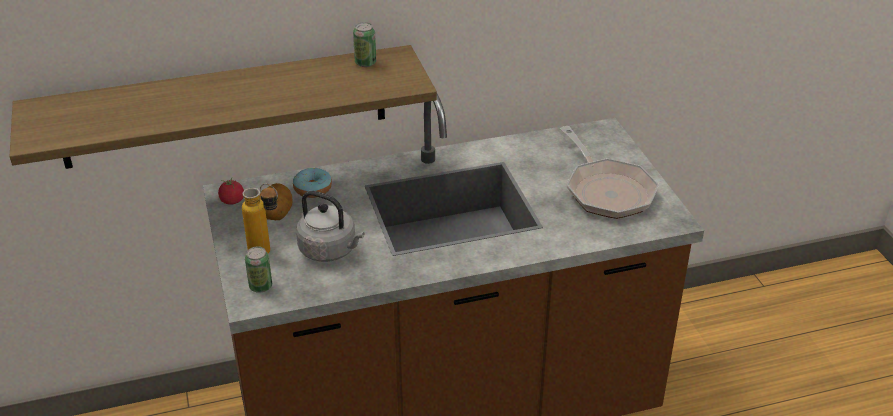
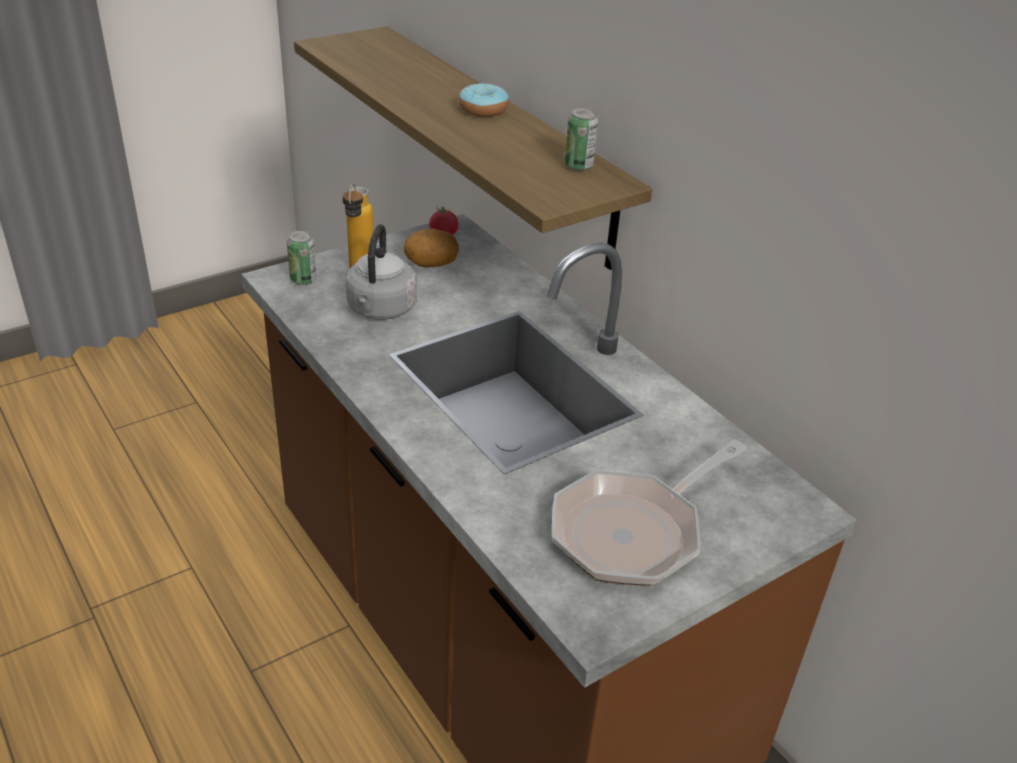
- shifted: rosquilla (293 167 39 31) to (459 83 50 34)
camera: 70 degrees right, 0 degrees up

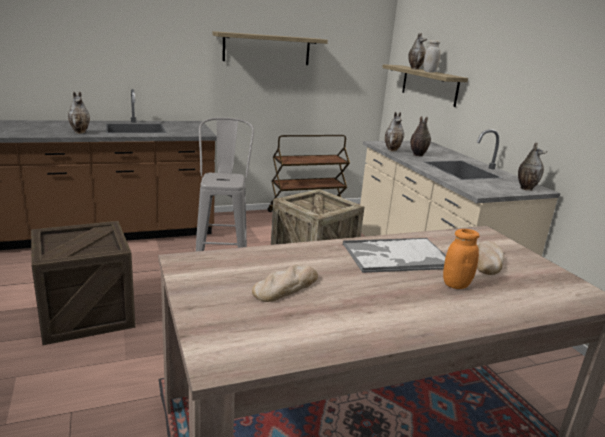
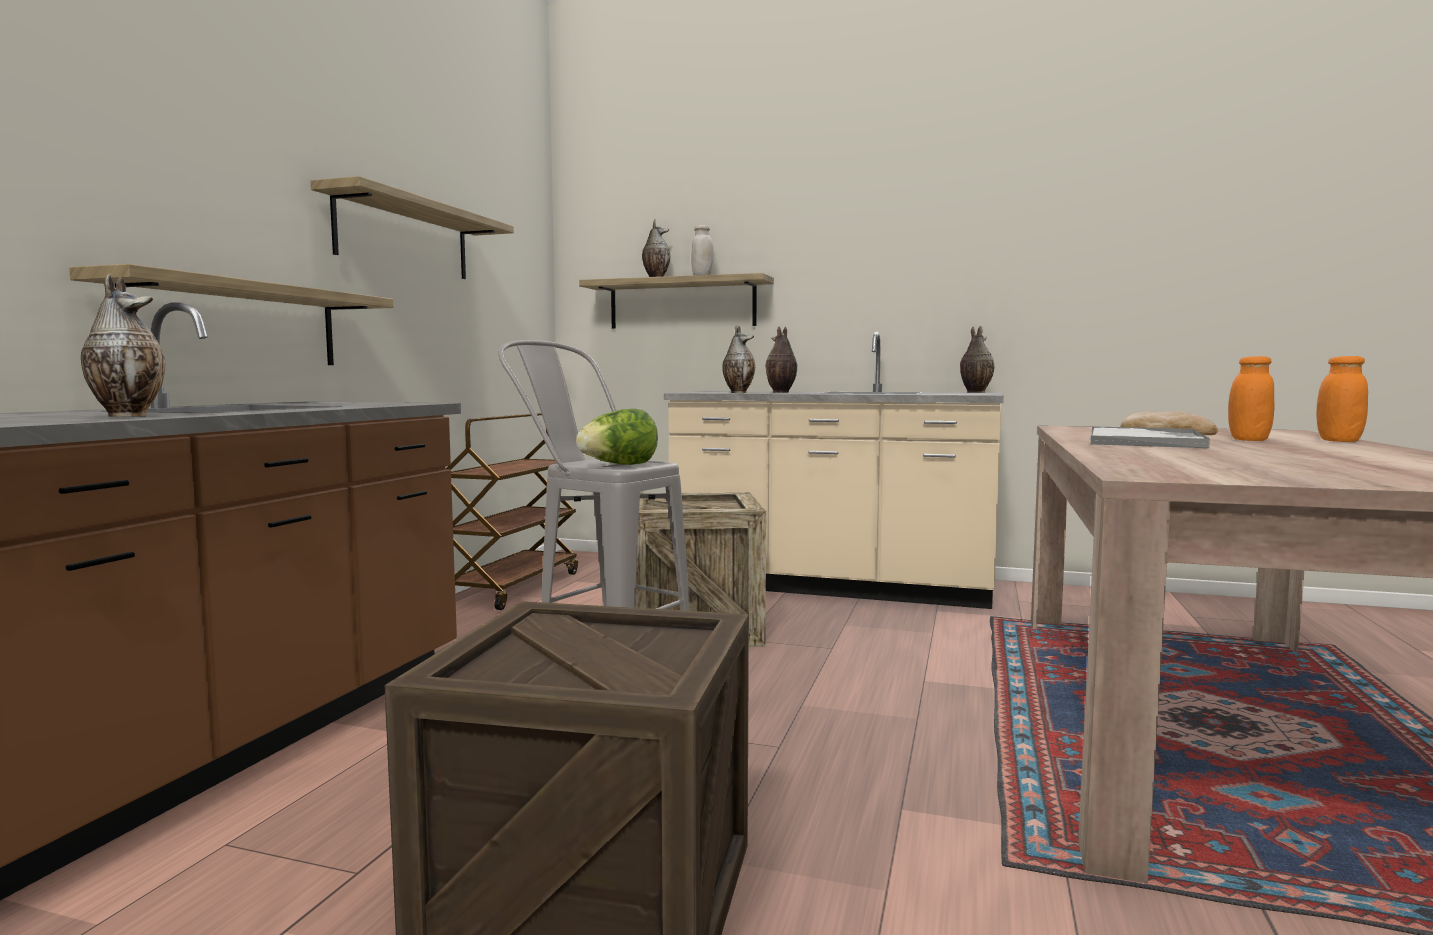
- gone: pan (252 265 66 37)
- new: estante (69 264 325 101)
- new: lechuga (576 409 82 56)
- new: tarro (naranja) (1317 356 51 86)
camera: 50 degrees left, 15 degrees down

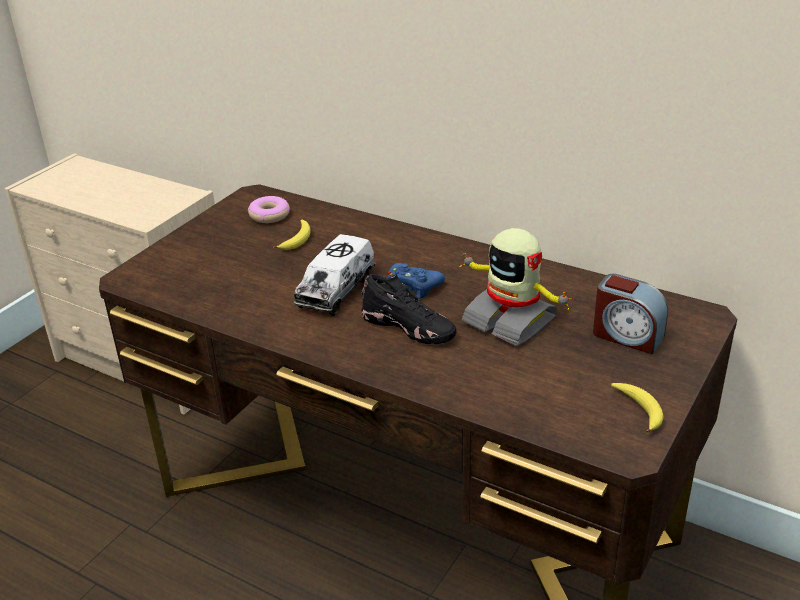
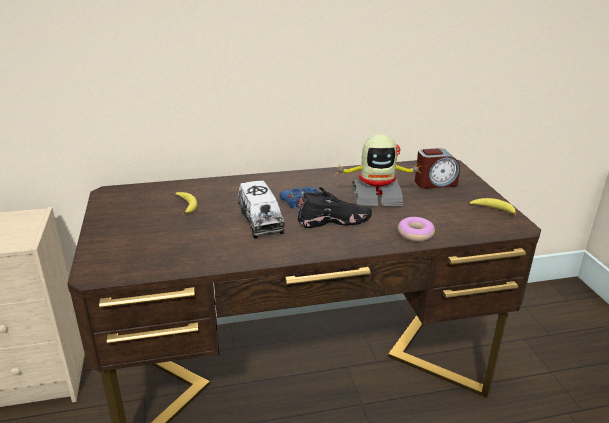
- shifted: rosquilla (248 196 42 27) to (398 217 37 25)
camera: 45 degrees left, 5 degrees down

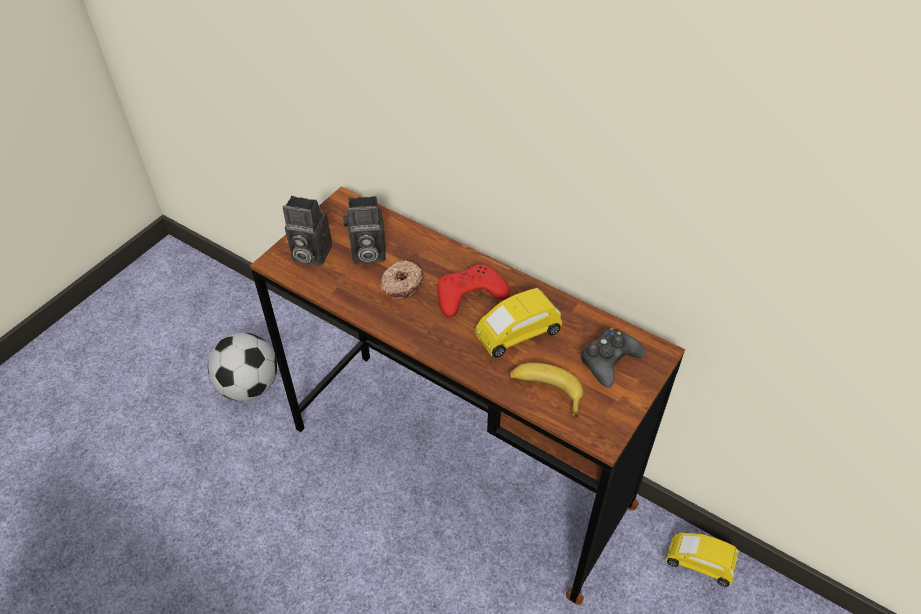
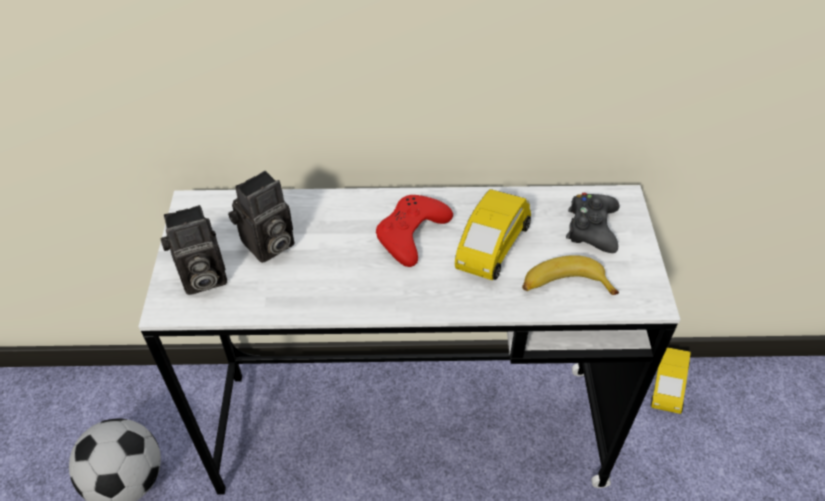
- repainted: escritorio (marrón) (250 187 435 418) to escritorio (blanco) (138 185 543 310)
- gone: rosquilla (379 259 45 41)
- rotated: coche de juguete (amarillo) (666 533 73 54) = (651 347 40 67) 60 degrees counterclockwise
camera: 35 degrees left, 0 degrees up

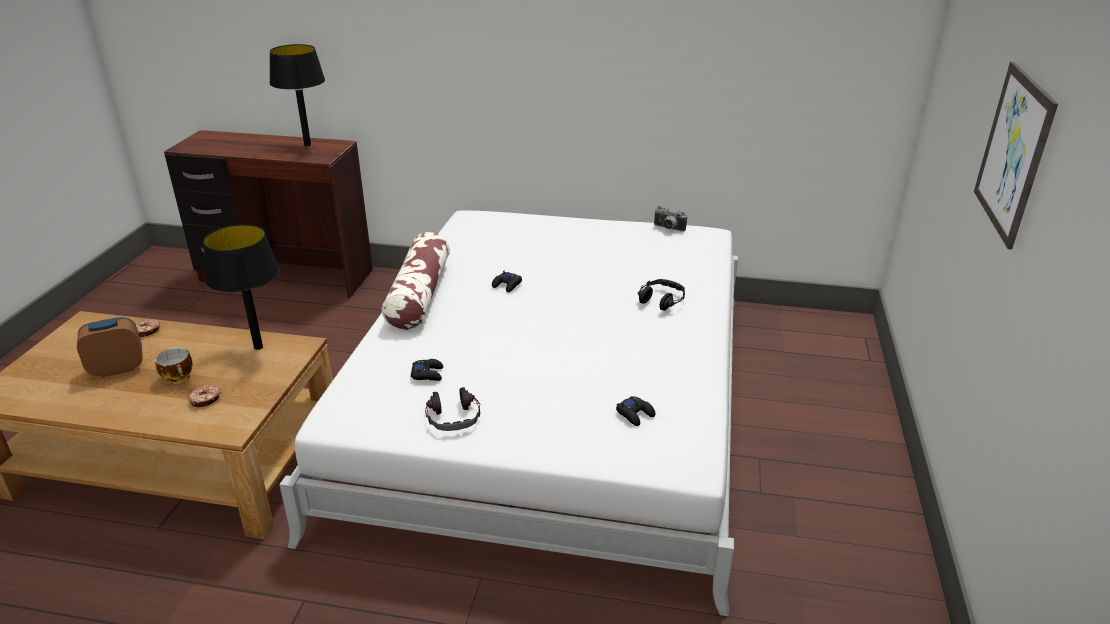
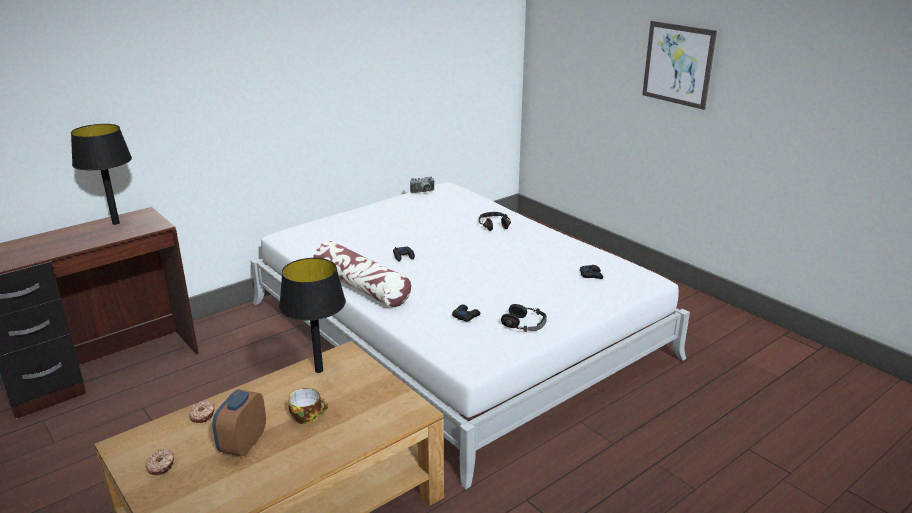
- shifted: rosquilla (188 385 33 22) to (145 449 29 26)
camera: 50 degrees left, 5 degrees down

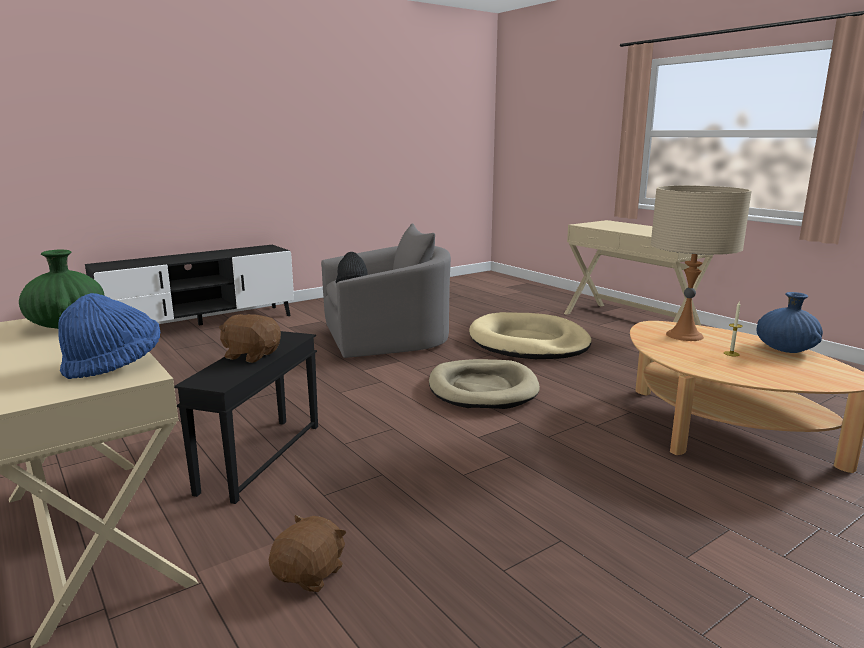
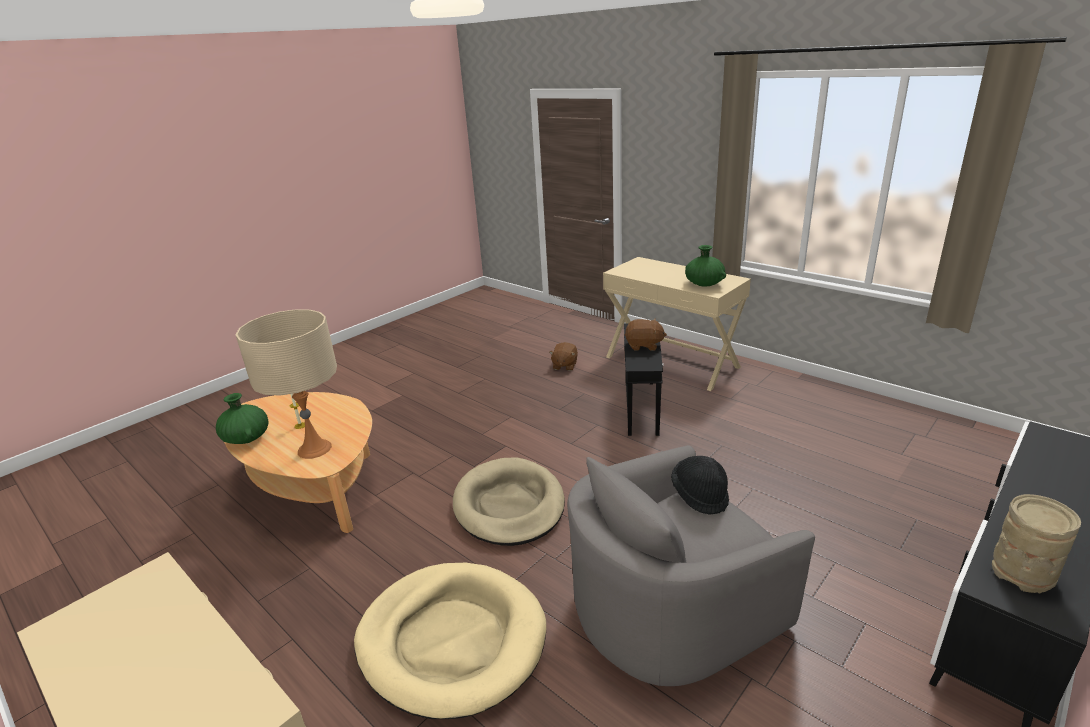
- gone: sombrero (azul) (58 293 103 86)
- repainted: florero (azul) (756 292 67 61) to florero (verde) (216 393 52 51)
- new: florero (beis) (992 494 89 99)
camera: 170 degrees right, 10 degrees up

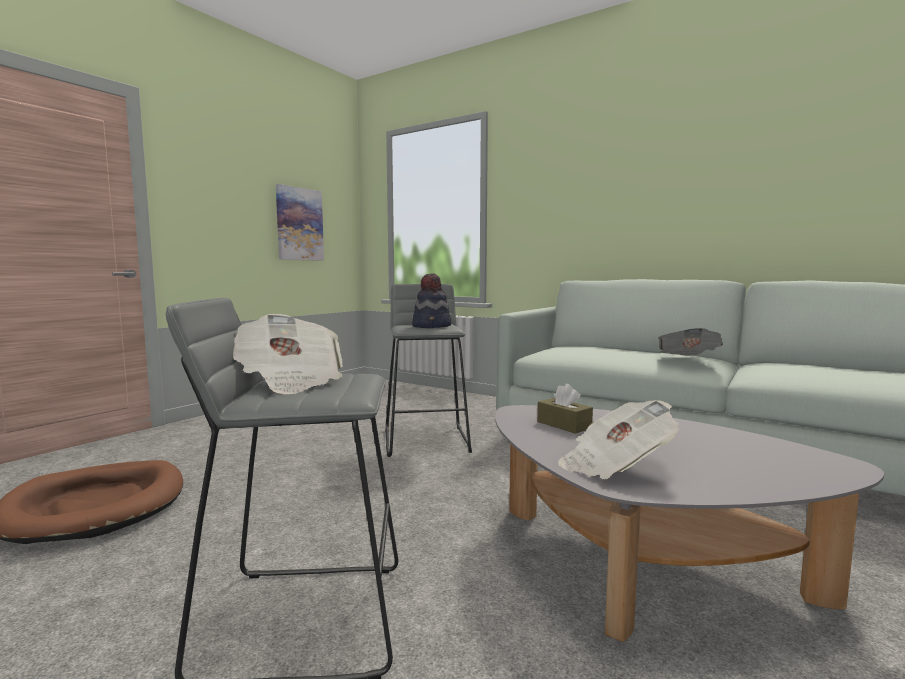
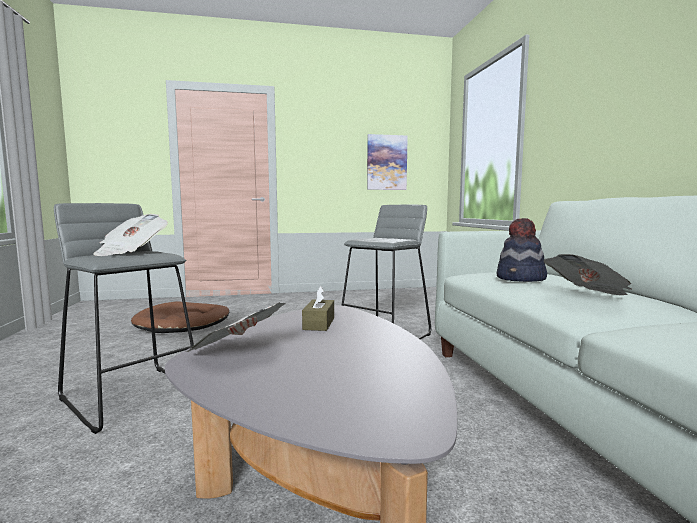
- shifted: sombrero (412 274 39 54) to (496 218 51 64)
camera: 45 degrees right, 0 degrees up

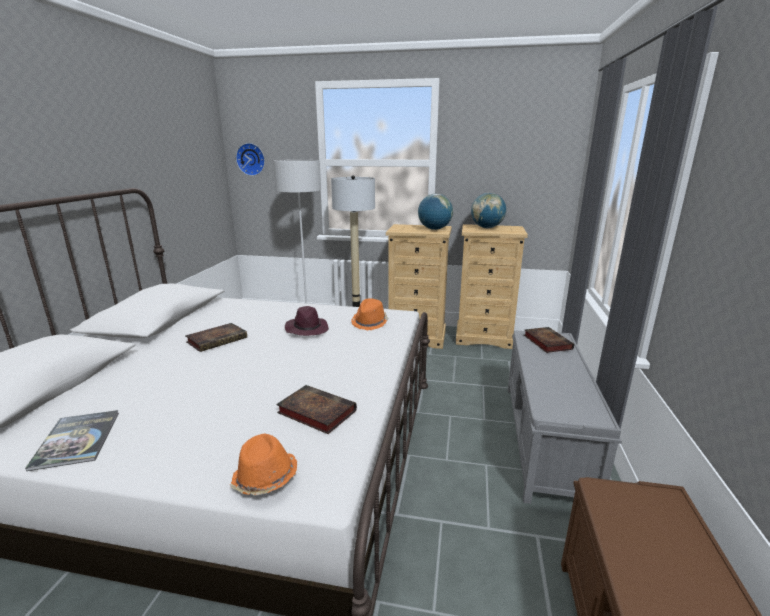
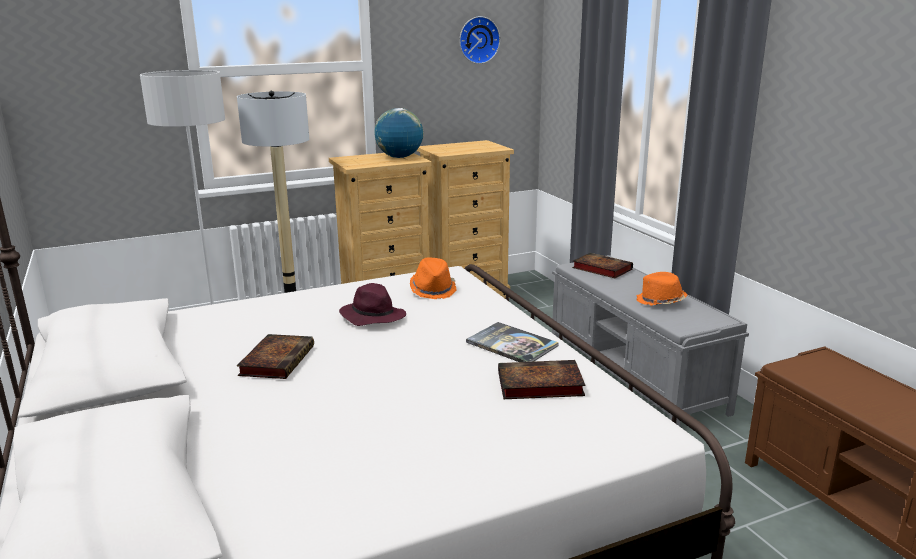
- shifted: libro (25 410 94 61) to (466 322 93 40)
- shifted: sombrero (naranja) (230 434 67 62) to (636 272 51 34)
- shifted: reloj de pared (236 143 29 33) to (459 16 41 48)
- gone: globo terráqueo (471 193 35 35)
camera: 35 degrees left, 0 degrees up

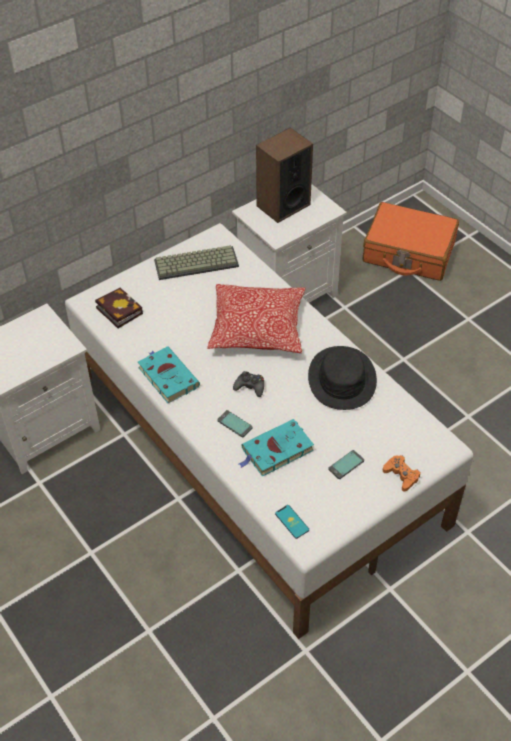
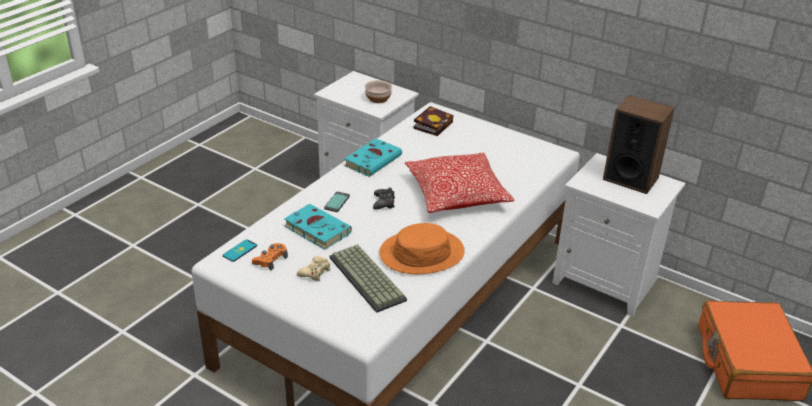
- shifted: teclado (154 245 85 35) to (329 244 78 69)
- repainted: sombrero (negro) (308 346 69 64) to sombrero (naranja) (379 223 86 51)
- swapped: móvil (328 450 36 29) to mando de consola (beis) (297 256 34 25)
- shifted: mando de consola (naranja) (383 455 37 36) to (252 243 36 27)
- new: cuenco (364 80 28 23)
camera: 70 degrees right, 15 degrees down

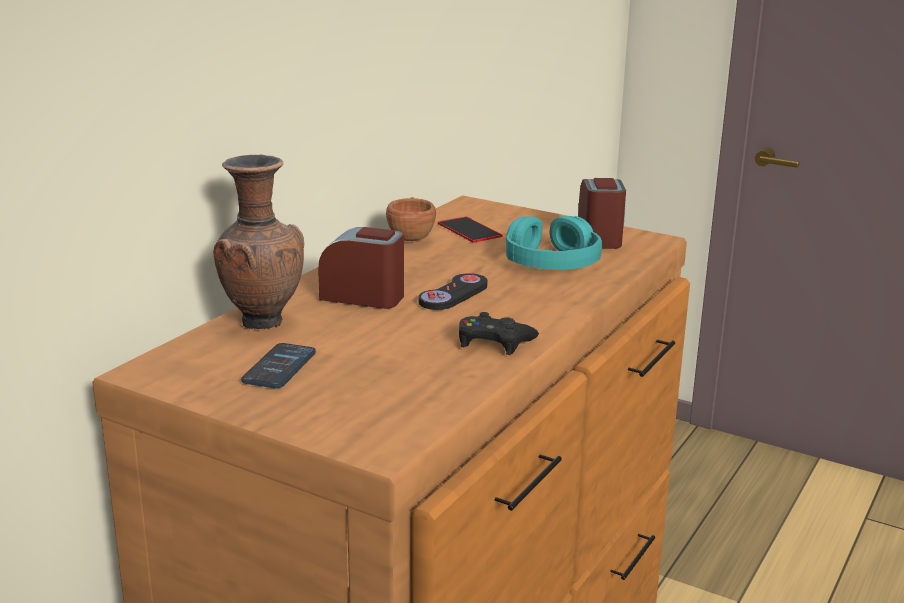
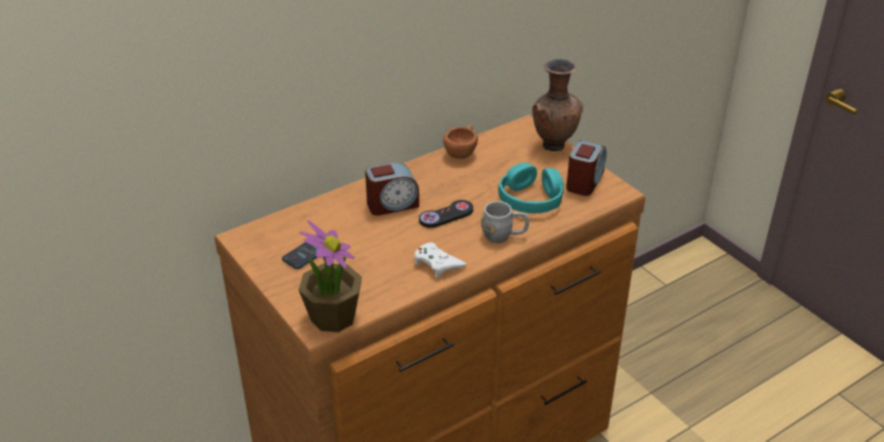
- shifted: florero (marrón) (213 154 91 175) to (532 59 51 92)
- rotated: despertador (318 227 86 82) = (365 162 54 54) 120 degrees clockwise
- gone: móvil (438 216 65 27)
- repainted: mando de consola (negro) (459 312 80 43) to mando de consola (blanco) (414 243 52 35)
- new: planta en maceta (298 220 64 112)
- new: taza grande (gris) (481 201 48 42)
camera: 25 degrees right, 15 degrees up

